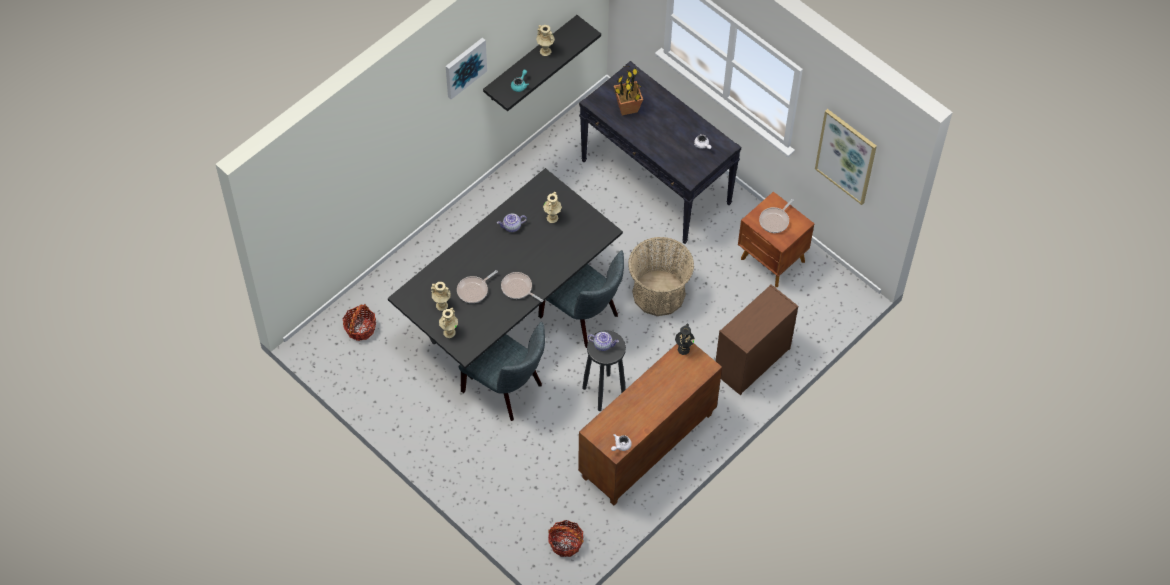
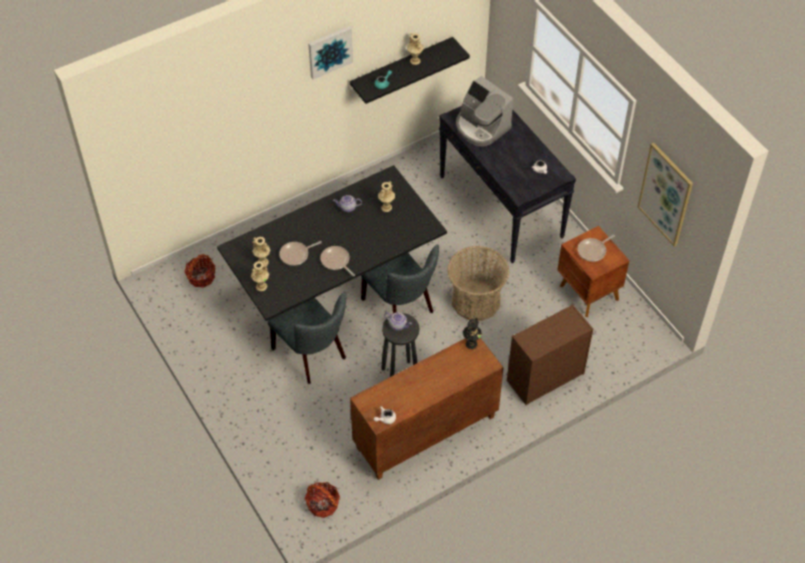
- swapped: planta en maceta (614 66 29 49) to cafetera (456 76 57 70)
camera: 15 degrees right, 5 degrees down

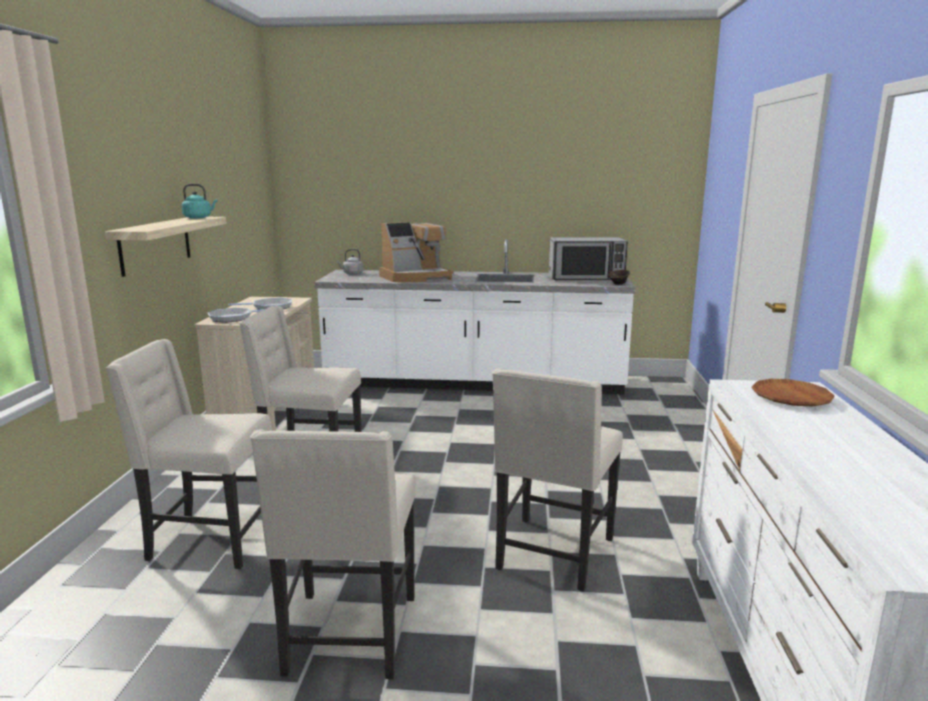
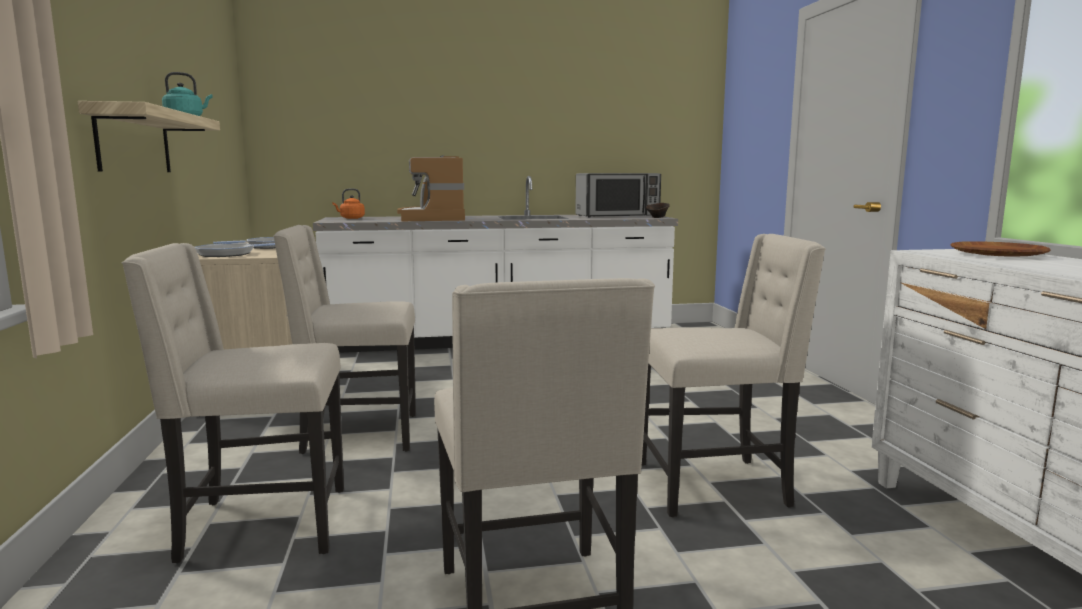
- repainted: hervidor (gris) (337 249 26 26) to hervidor (naranja) (332 188 33 31)
- rotated: cafetera (379 222 74 60) = (397 155 68 66) 120 degrees clockwise
- rotated: silla (beis) (492 368 131 223) = (642 234 184 283) 105 degrees counterclockwise
camera: 15 degrees left, 5 degrees down

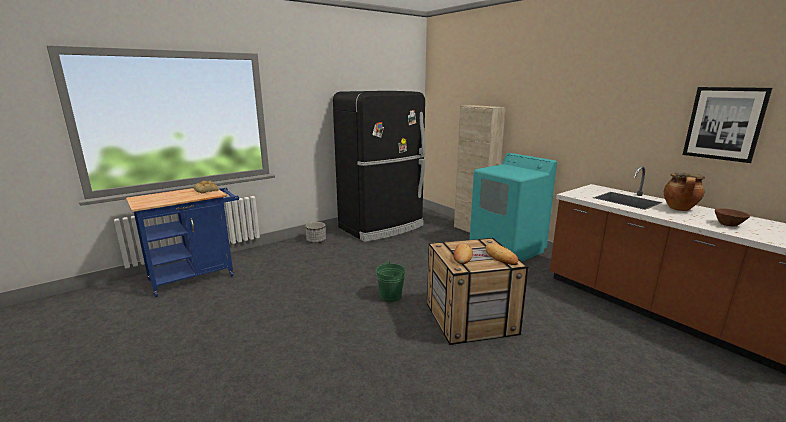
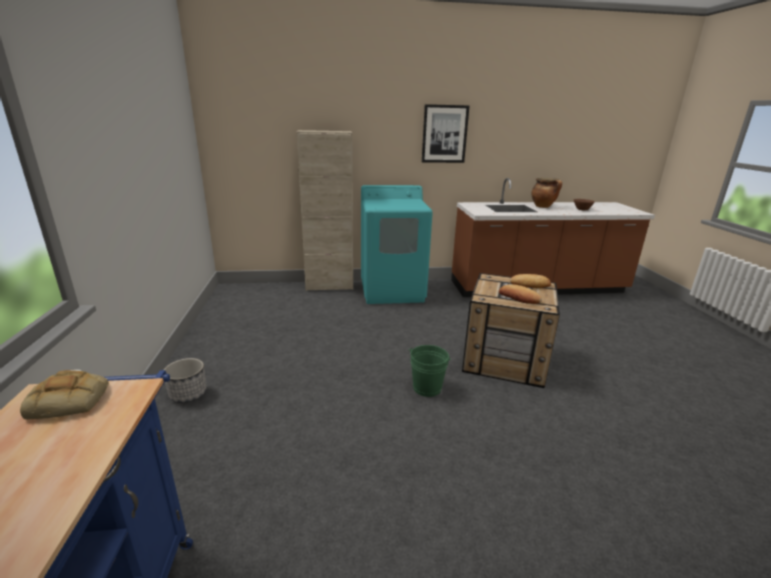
- gone: nevera (negro) (333 91 92 151)
- shifted: cuadro (683 87 89 76) to (422 104 48 59)
camera: 60 degrees left, 5 degrees up

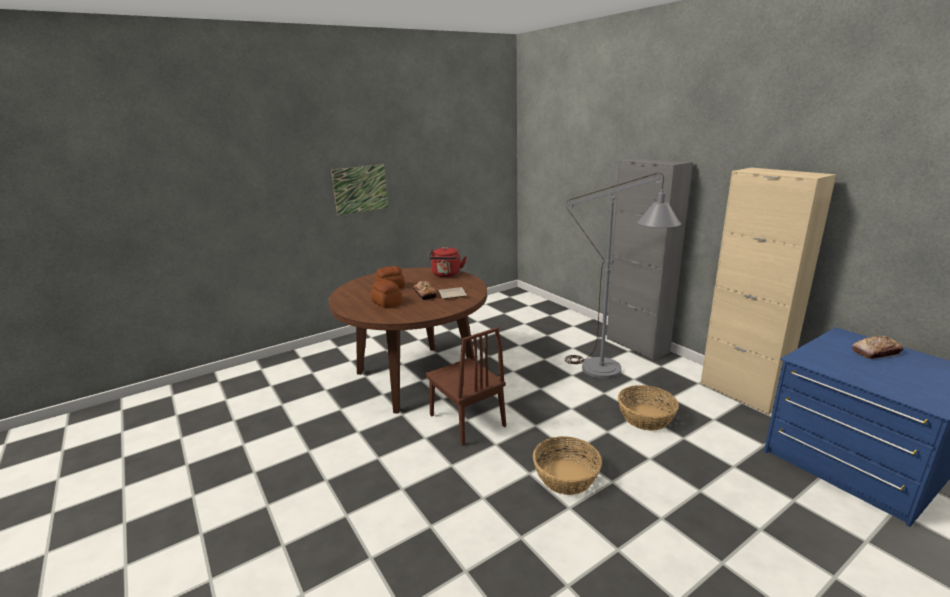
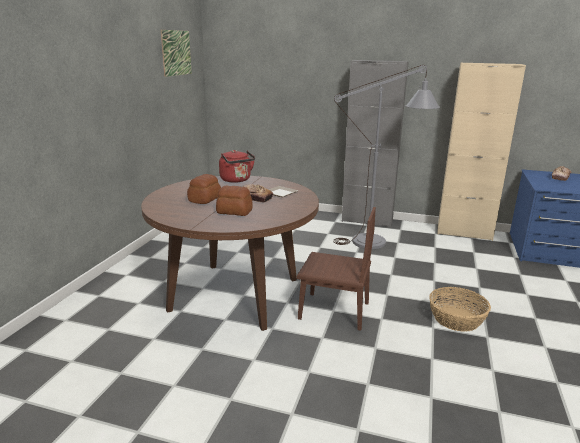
- shifted: cuadro (331 164 57 51) to (161 30 31 47)
- gone: cesta (618 385 61 46)
camera: 40 degrees left, 0 degrees up

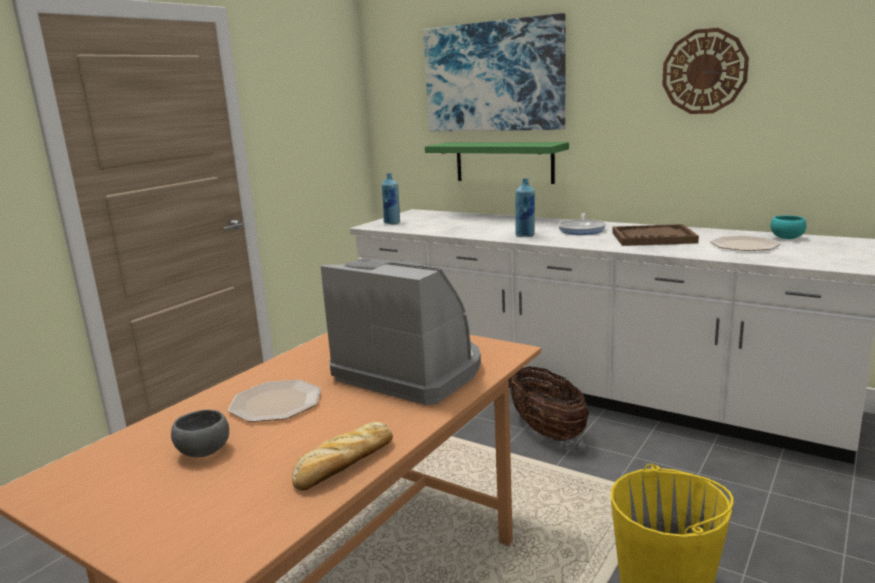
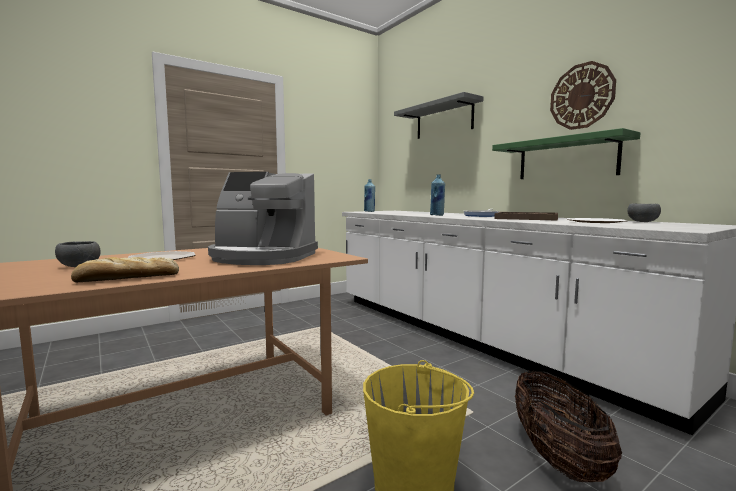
- rotated: cafetera (321 260 160 145) = (208 172 110 93) 135 degrees clockwise
- swapped: cuadro (423 13 142 118) to estante (gris) (394 92 89 47)
- shifted: estante (verde) (425 142 144 42) to (492 128 149 51)
- shifted: cesta (510 367 79 74) to (515 370 107 112)
- repainted: cuenco (turquesa) (771 215 35 24) to cuenco (gris) (627 203 34 19)
camera: 20 degrees right, 10 degrees down

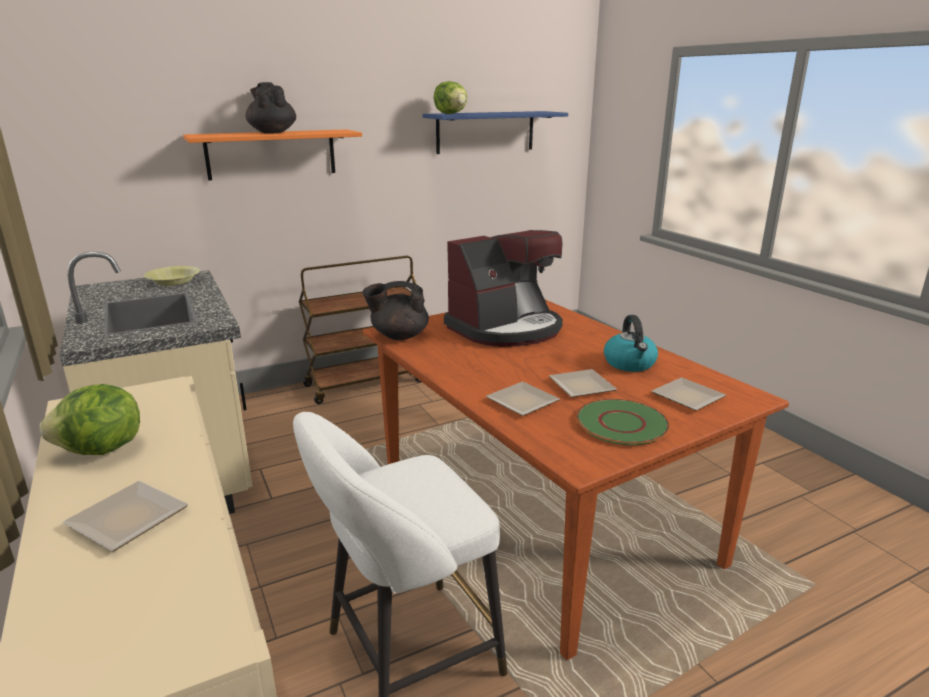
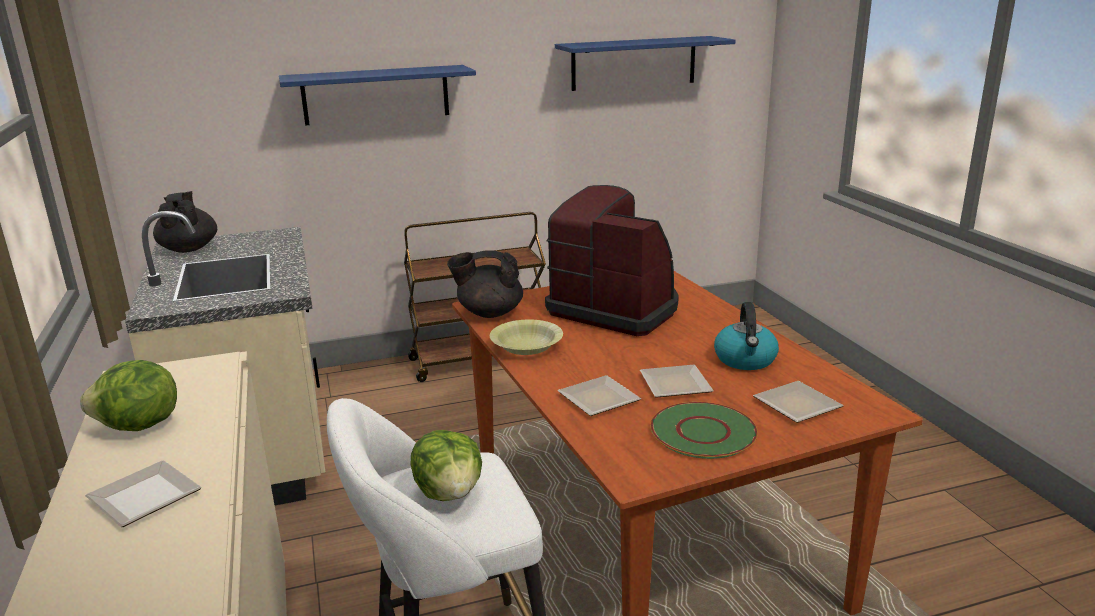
- shifted: cuenco (amarillo) (143 266 57 20) to (490 319 73 36)
- repainted: estante (naranja) (183 129 179 52) to estante (azul) (279 65 197 61)
- shifted: tetera (negro) (246 82 50 52) to (153 191 64 62)
- shifted: lechuga (434 81 33 33) to (411 430 71 71)
- rotated: cafetera (444 230 119 117) = (545 185 134 151) 120 degrees counterclockwise
camera: 10 degrees right, 0 degrees up

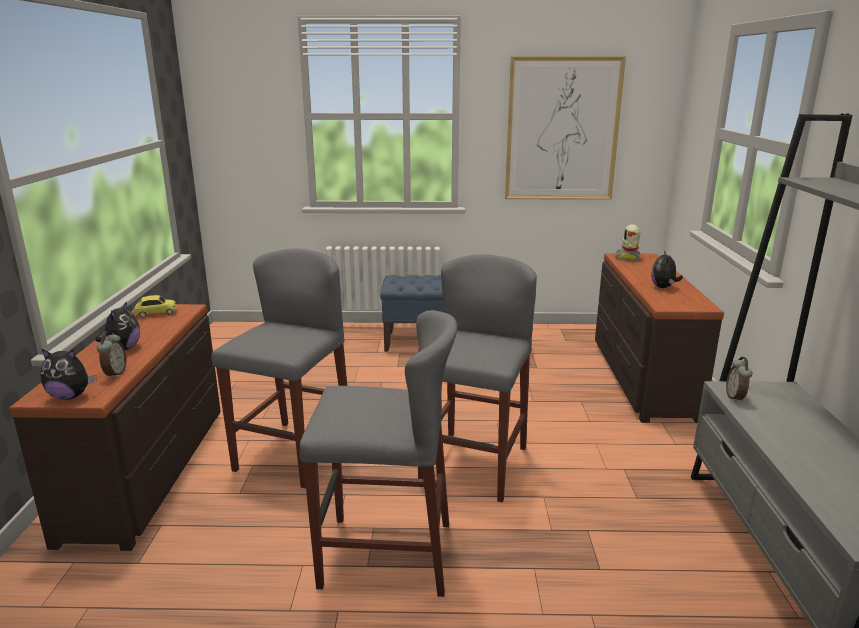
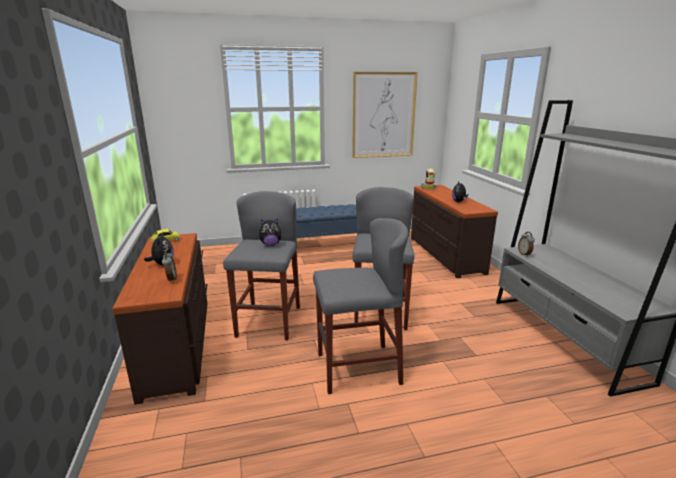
- shifted: peluche (41 349 55 51) to (259 218 24 28)
camera: 15 degrees left, 0 degrees up

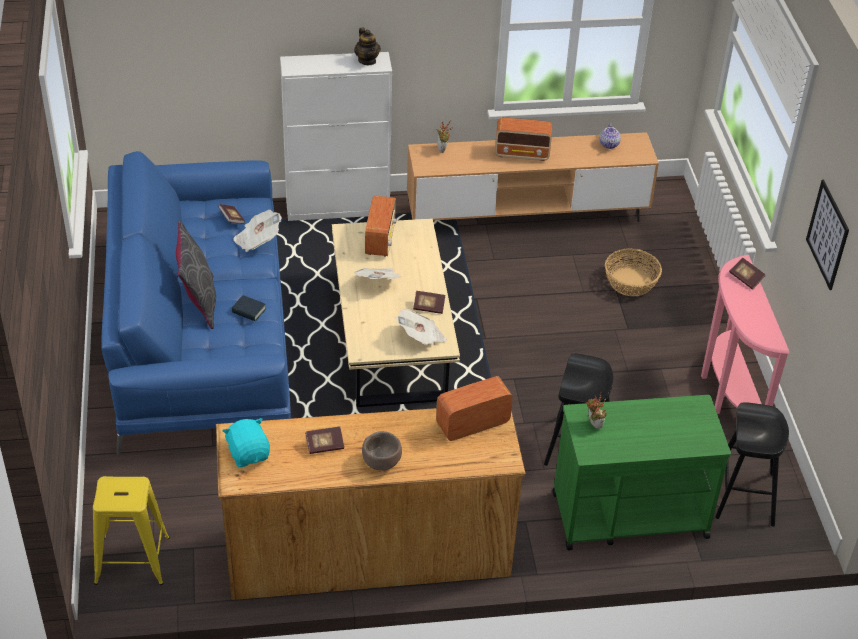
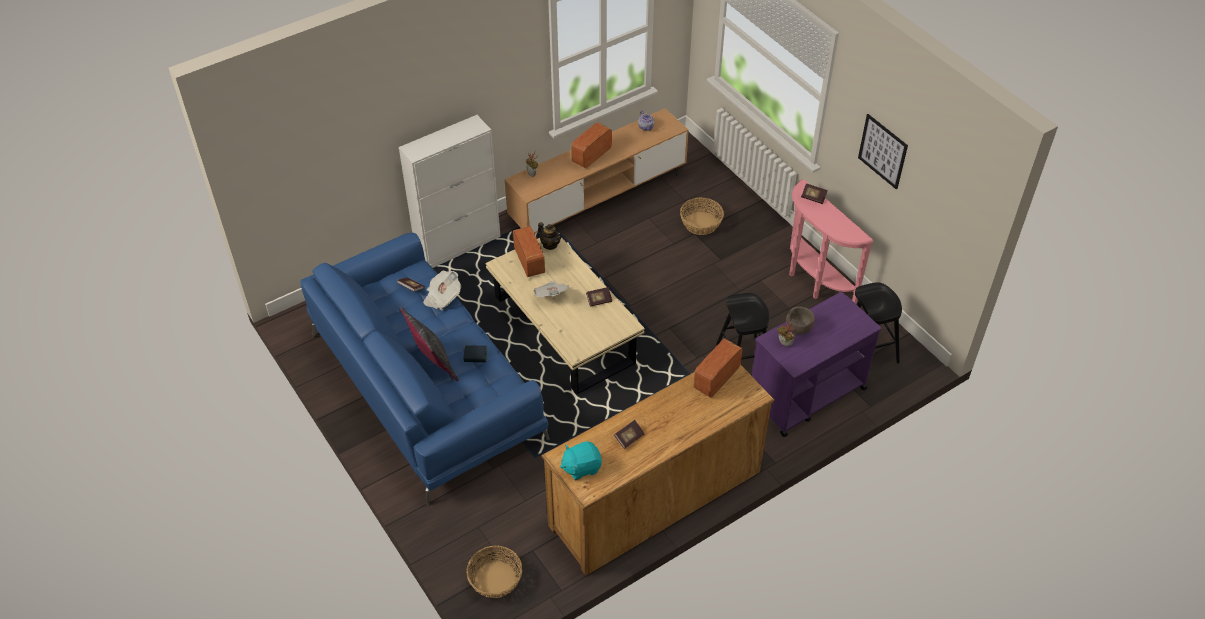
- swapped: taburete (amarillo) (93 476 77 109) to cesta (466 546 56 52)
- rotated: peluche (turquesa) (223 418 47 49) = (560 441 42 39) 60 degrees counterclockwise
- shifted: tetera (354 28 27 37) to (538 222 23 28)
- shifted: cuenco (marrón) (362 431 40 39) to (786 307 29 27)
- gone: periódico (396 309 51 36)
- rotated: radio (495 118 57 43) = (571 122 41 46) 150 degrees clockwise
- repainted: carrito (verde) (553 395 178 155) to carrito (morado) (752 292 129 145)
camera: 25 degrees left, 5 degrees up

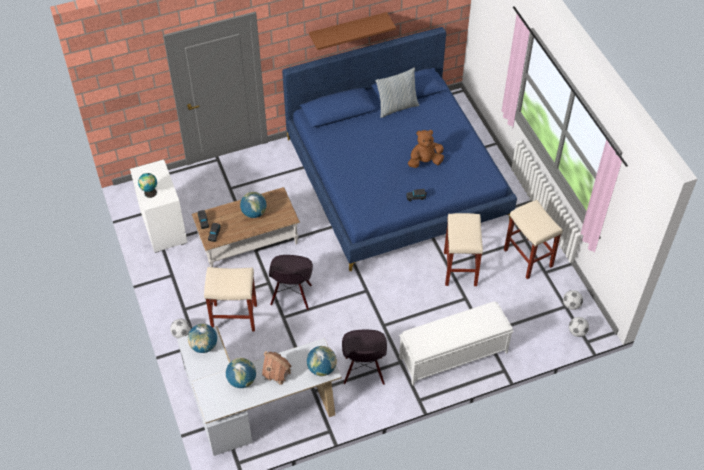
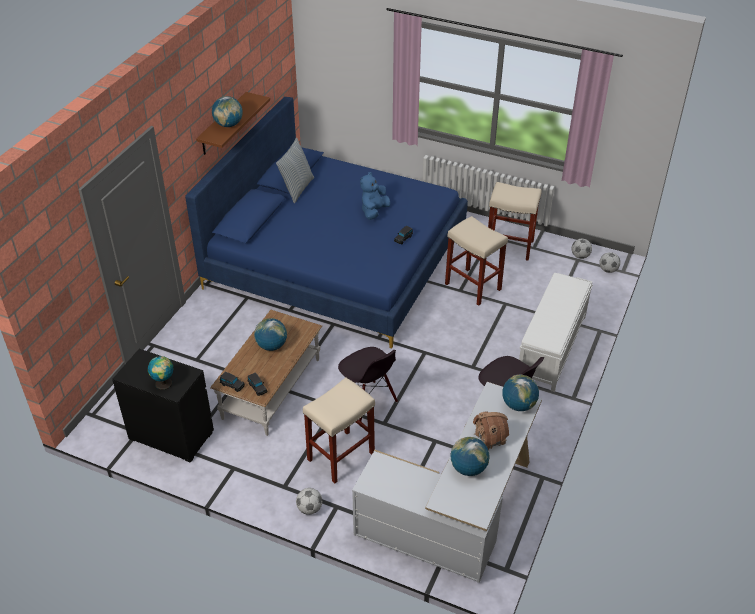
- repainted: cómoda (blanco) (130 160 58 93) to cómoda (negro) (112 349 102 114)
- shifted: globo terráqueo (188 324 29 29) to (212 96 31 31)
- repainted: peluche (marrón) (408 130 36 38) to peluche (azul) (360 172 30 48)
camera: 45 degrees left, 10 degrees down

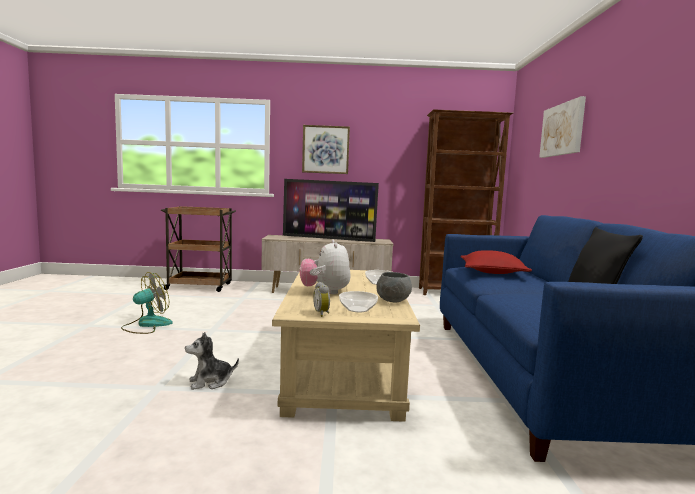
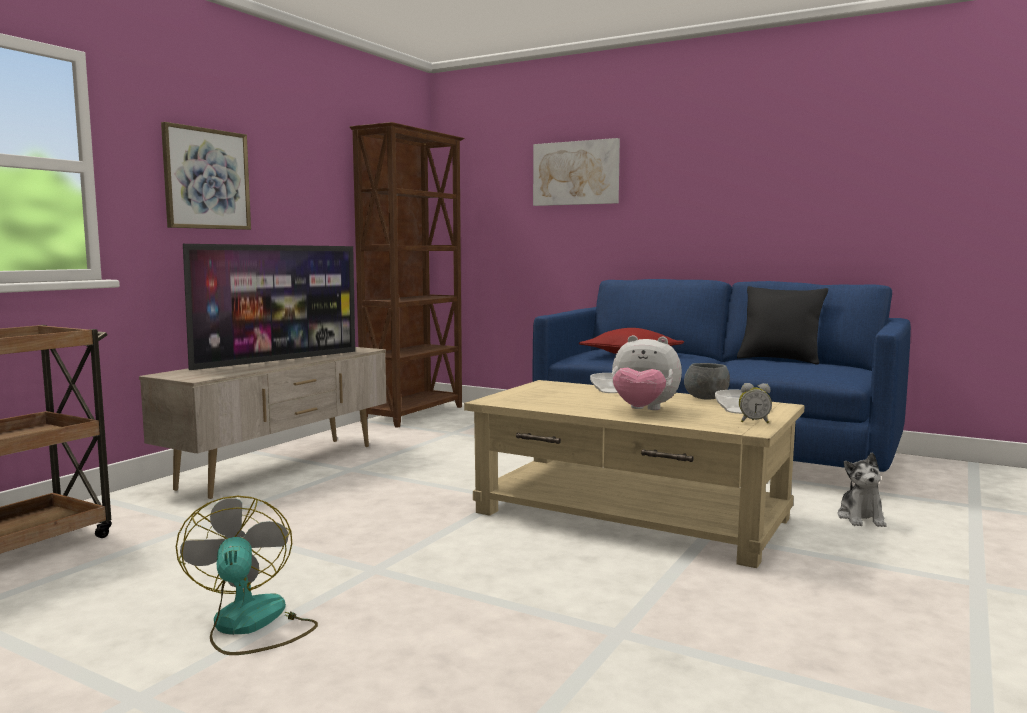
- shifted: peluche (185 332 54 58) to (838 452 48 75)
camera: 60 degrees left, 0 degrees up

